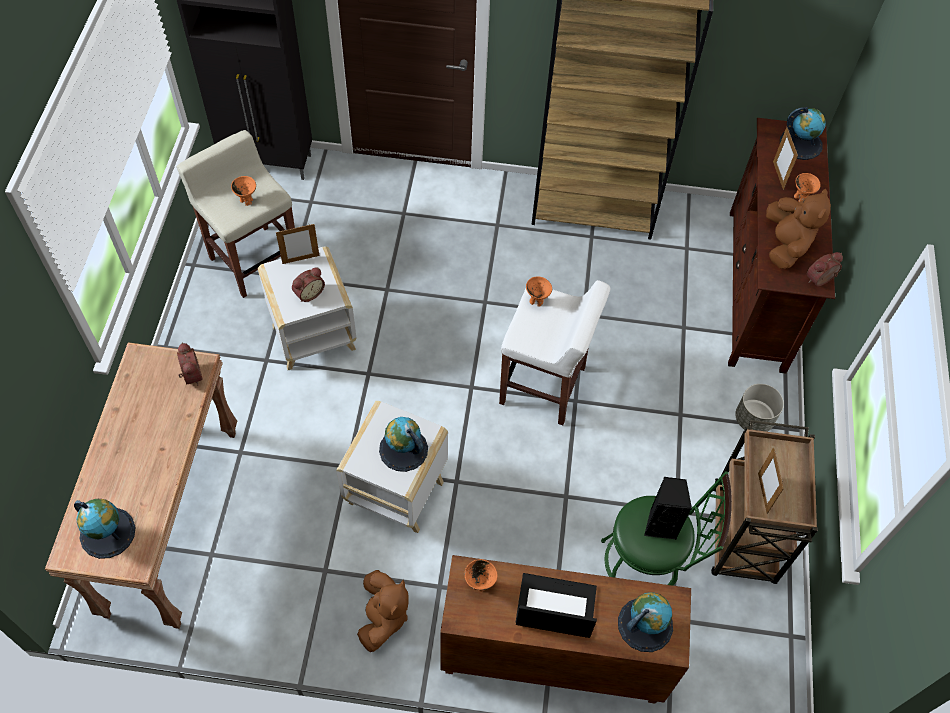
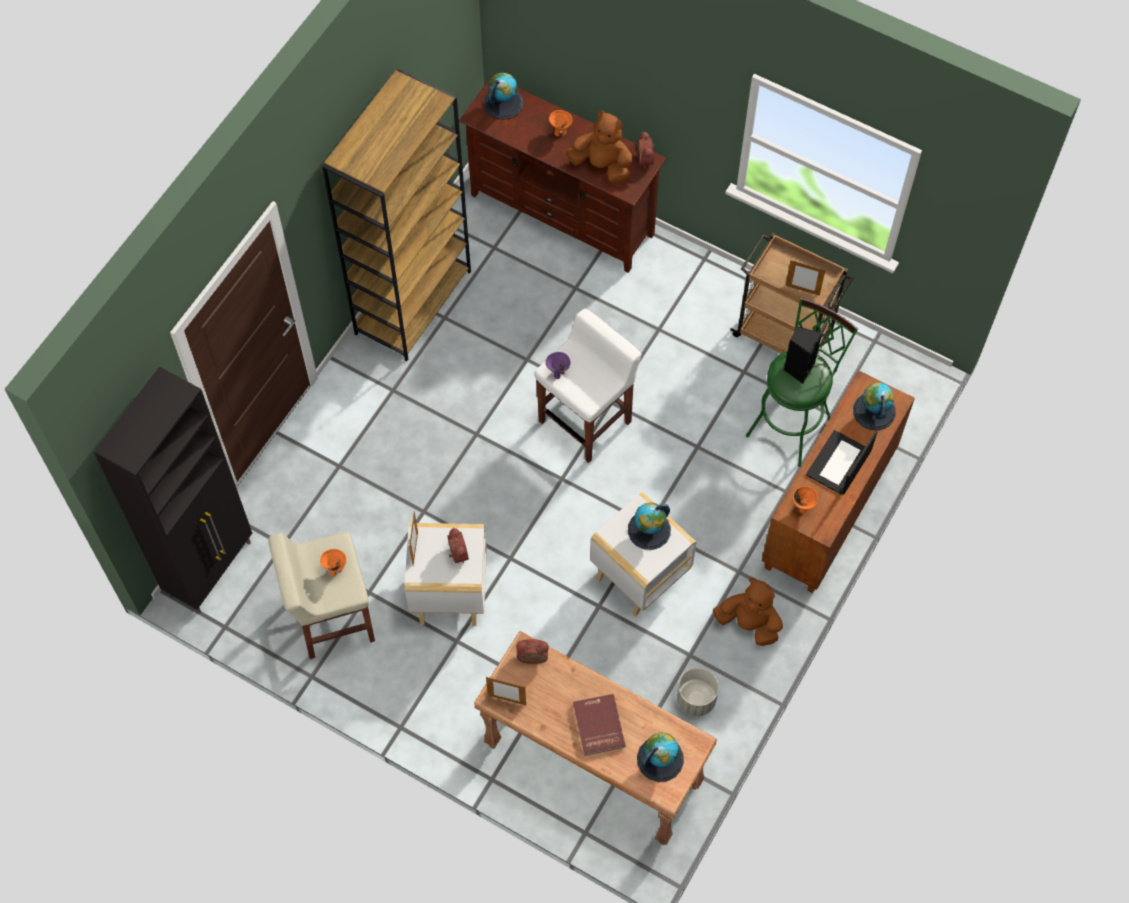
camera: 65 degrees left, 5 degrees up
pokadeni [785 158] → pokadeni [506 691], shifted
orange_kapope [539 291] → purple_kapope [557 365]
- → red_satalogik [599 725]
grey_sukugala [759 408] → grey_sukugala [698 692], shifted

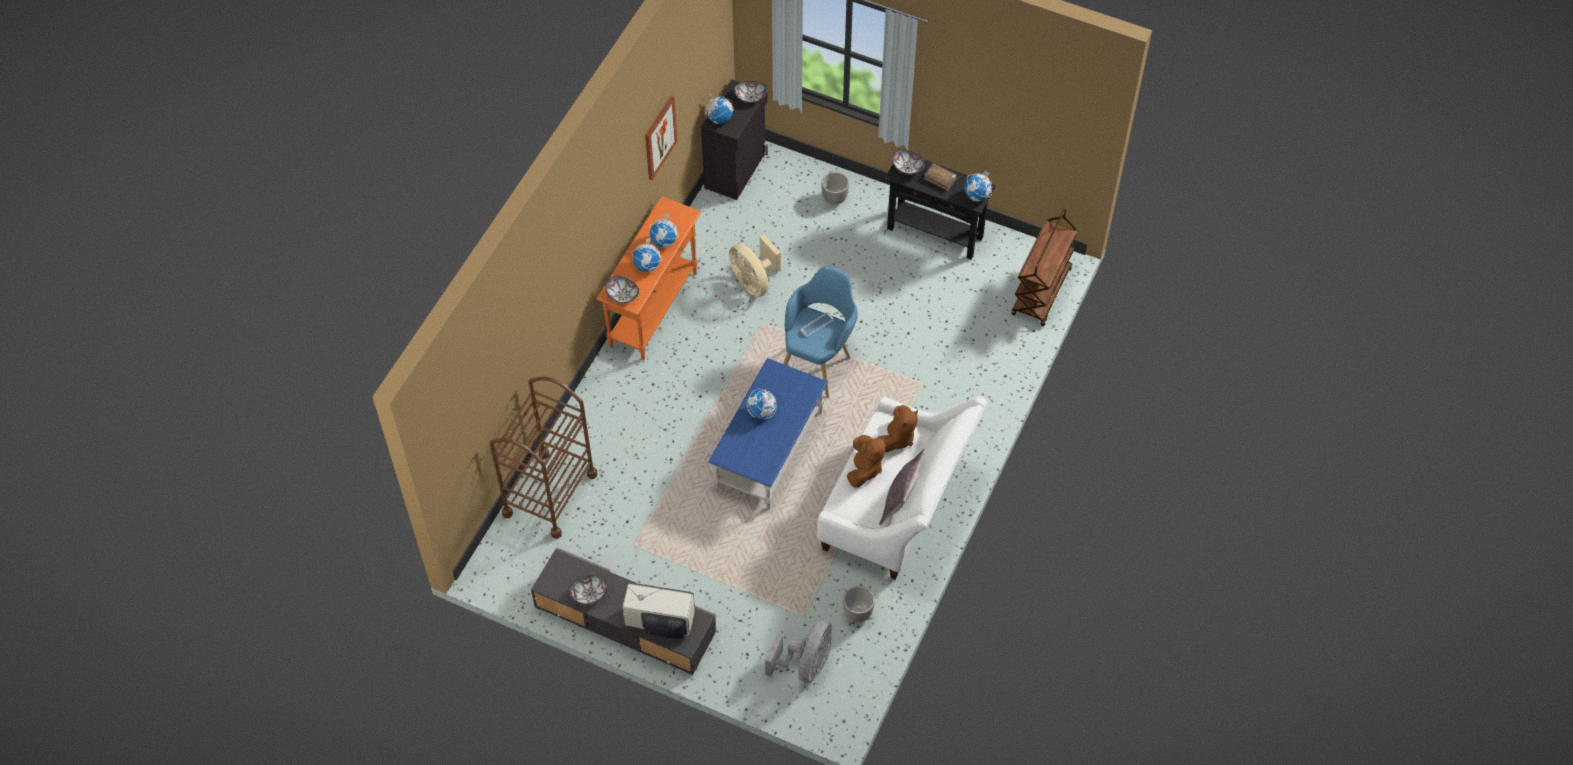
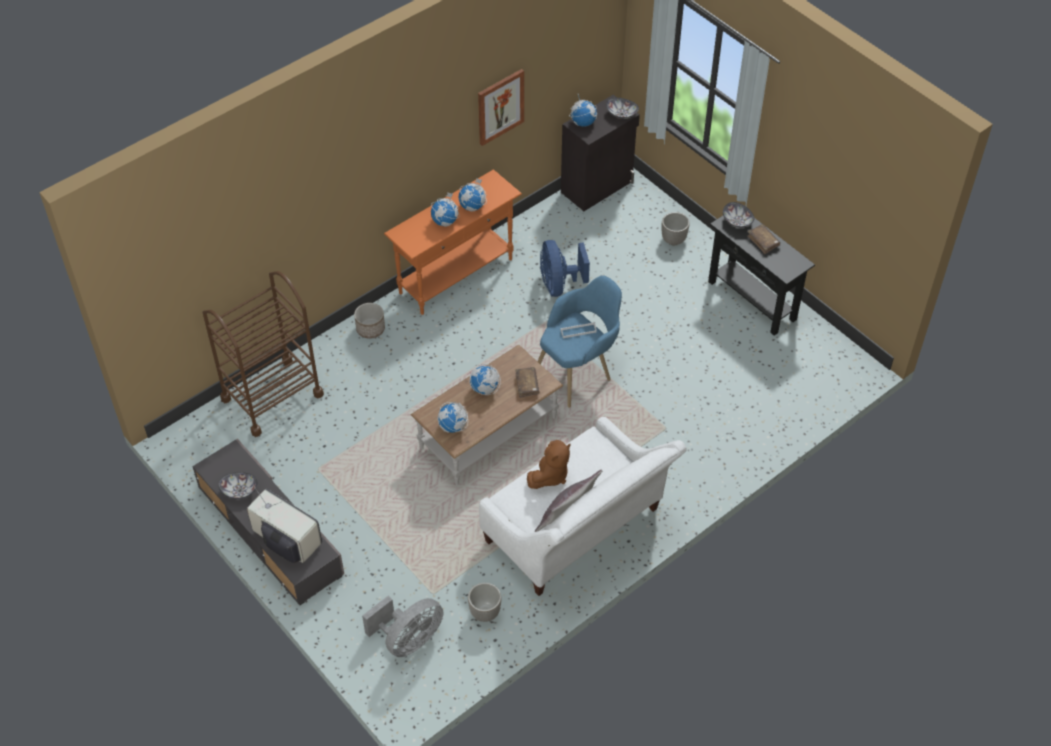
camera: 25 degrees right, 5 degrees down
- → sukugala [369 321]
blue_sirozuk [768 433] → brown_sirozuk [487 415]
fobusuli [978 186] → fobusuli [452 417], shifted
- → brown_satalogik [527 382]
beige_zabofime [755 266] → blue_zabofime [565 268]
kapope [622 289] → -
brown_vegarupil [898 429] → -
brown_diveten [1045 267] → -

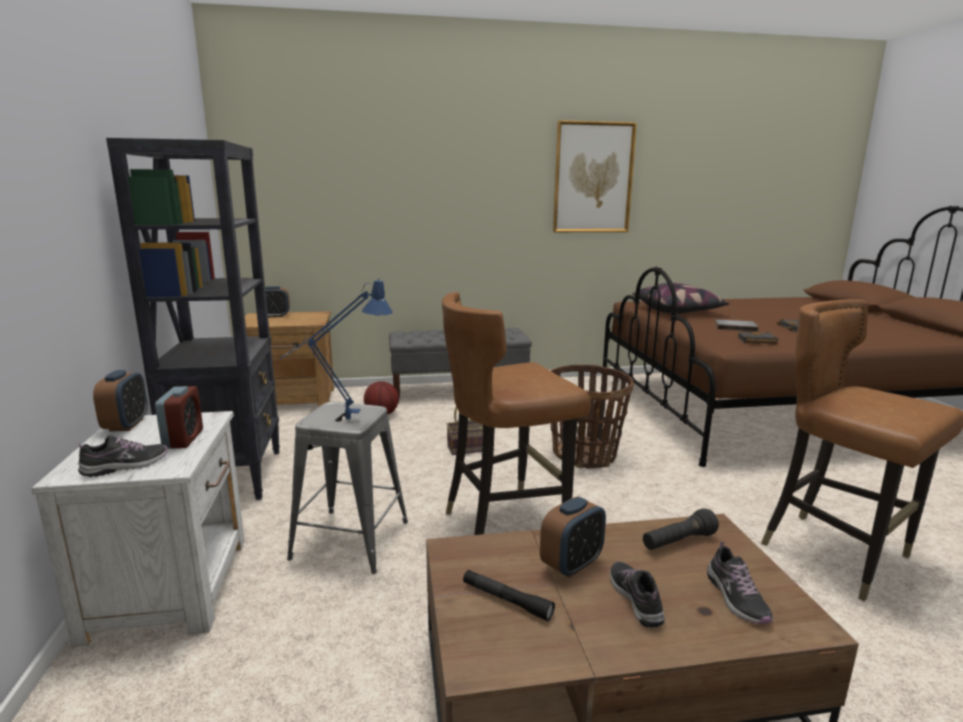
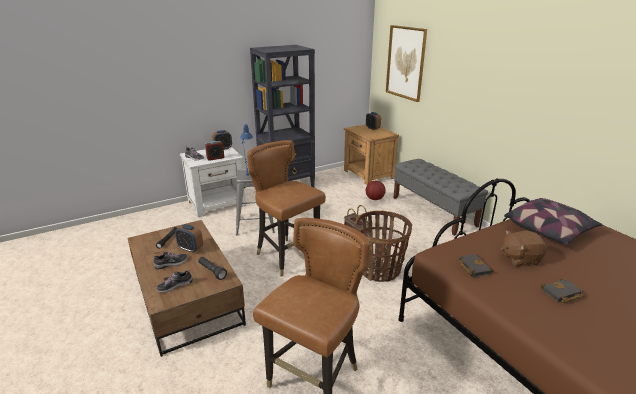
camera: 70 degrees right, 10 degrees up
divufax [595 176] → divufax [406 63], shifted
grey_satalogik [737 325] → brown_vegarupil [524 248]

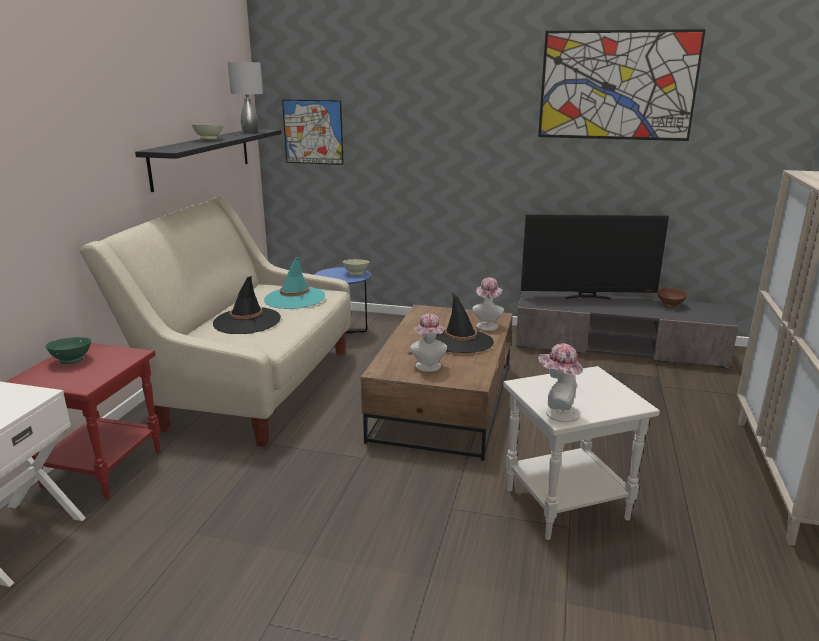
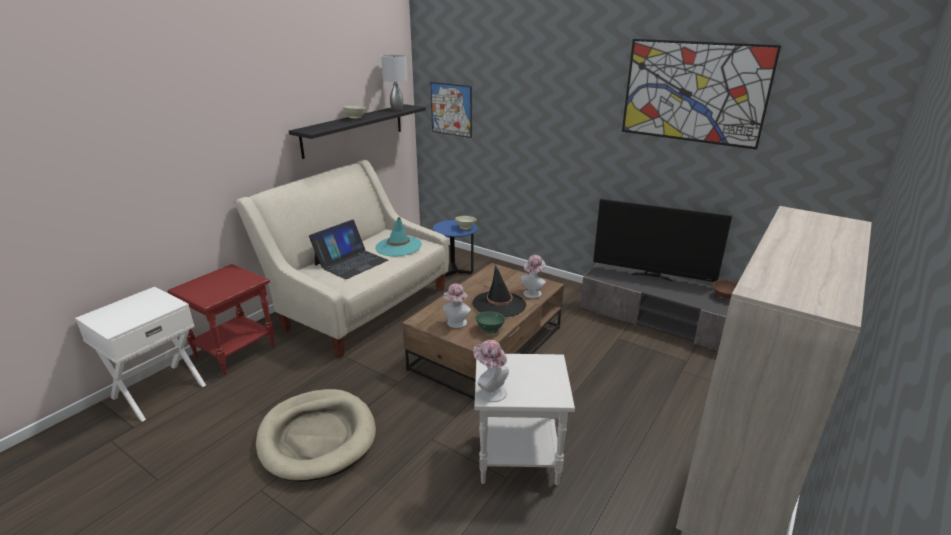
camera: 20 degrees right, 5 degrees up
- → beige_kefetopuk [316 435]
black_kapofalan [247 305] → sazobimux [348 249]
green_kapope [69 350] → green_kapope [490 322], shifted

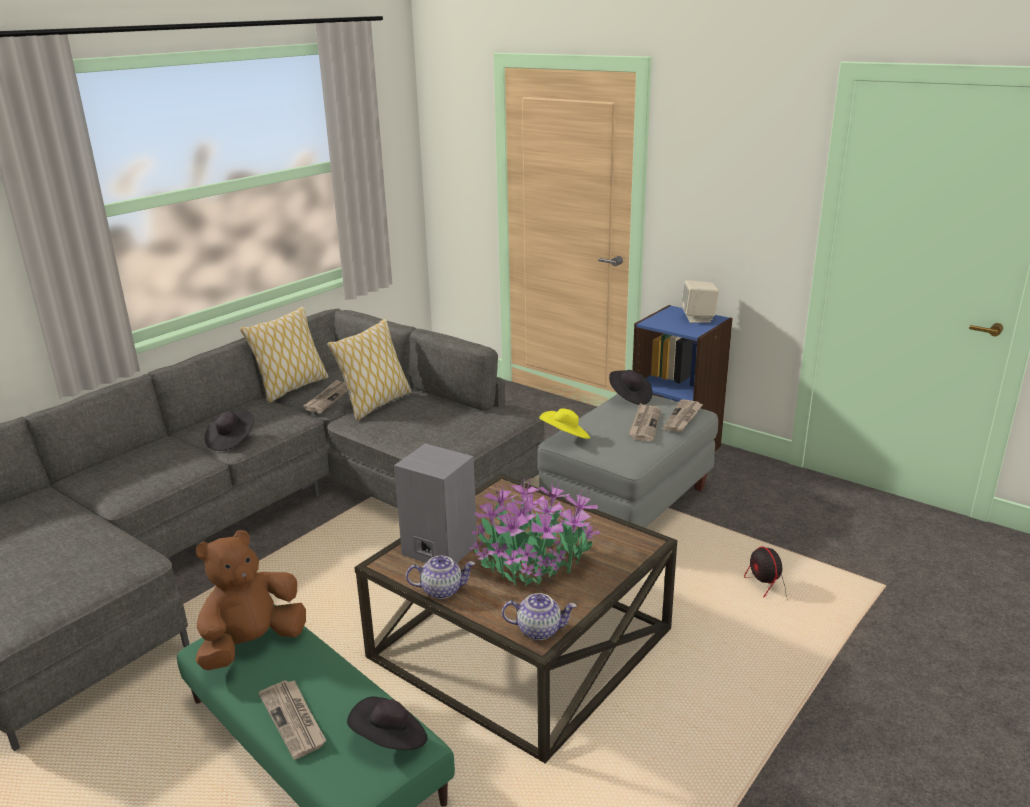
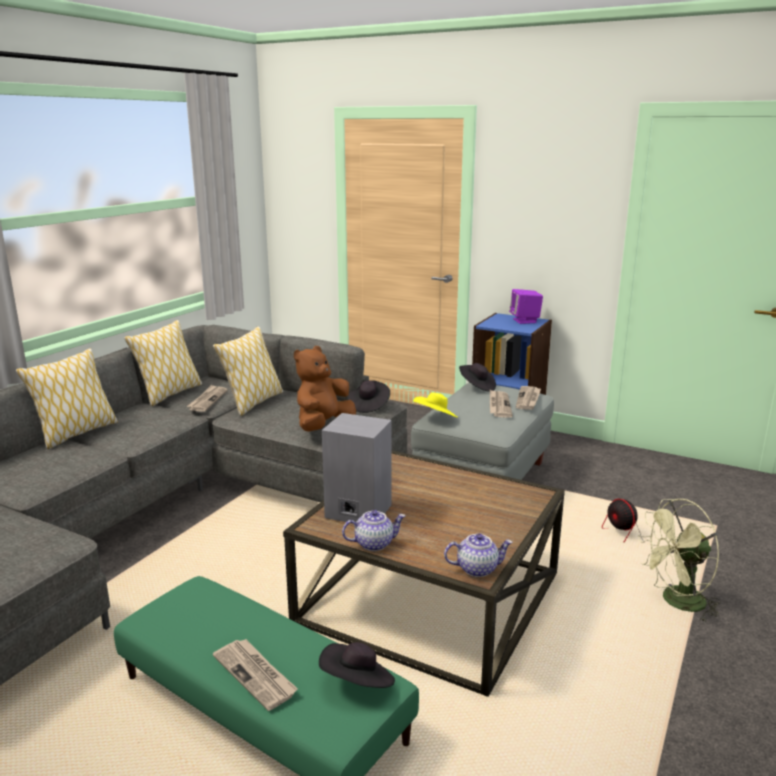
camera: 10 degrees left, 5 degrees down
- → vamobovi [67 398]
brown_vegarupil [250 600] → brown_vegarupil [325 389], shifted
black_kapofalan [229 430] → black_kapofalan [369 396], shifted
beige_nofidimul [700 301] → purple_nofidimul [526 306]
- → green_zabofime [679 560]
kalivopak [534 532] → -

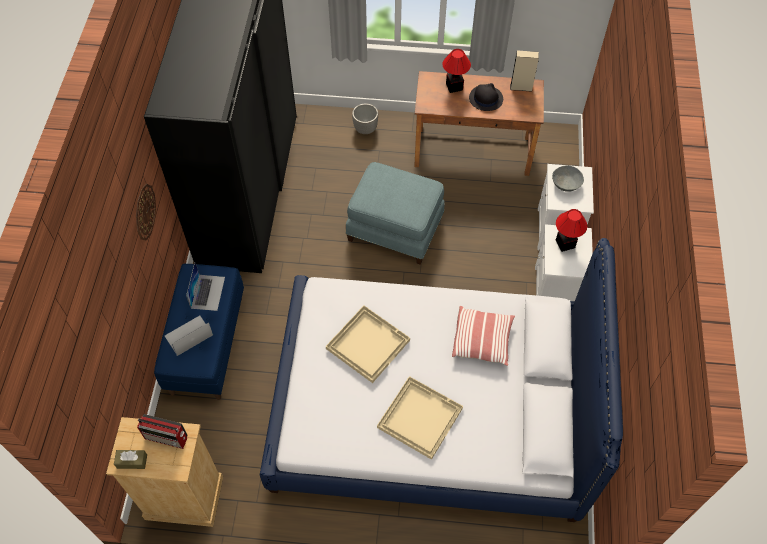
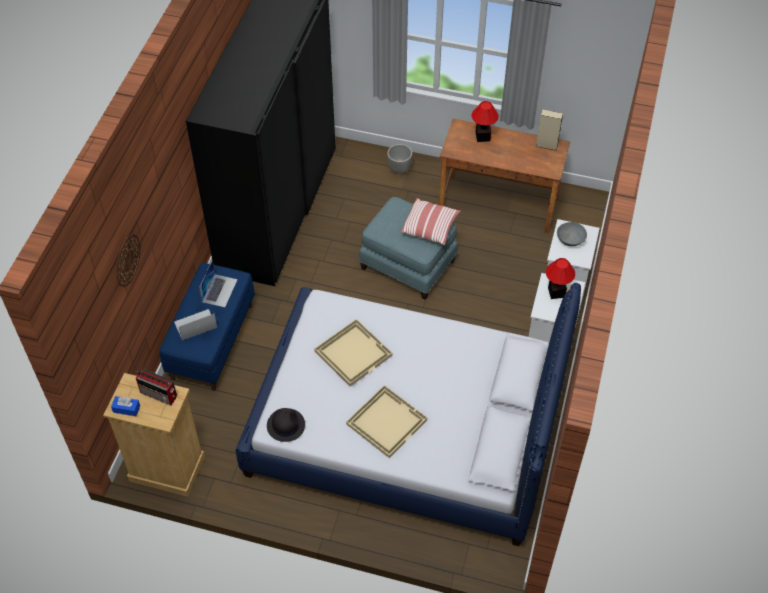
camera: 10 degrees right, 5 degrees down
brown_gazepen [130 459] → blue_gazepen [125 406]
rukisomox [146 212] → rukisomox [128 260], shifted
black_kapofalan [486 97] → black_kapofalan [286 425], shifted
vamobovi [483 336] → vamobovi [431 221], shifted

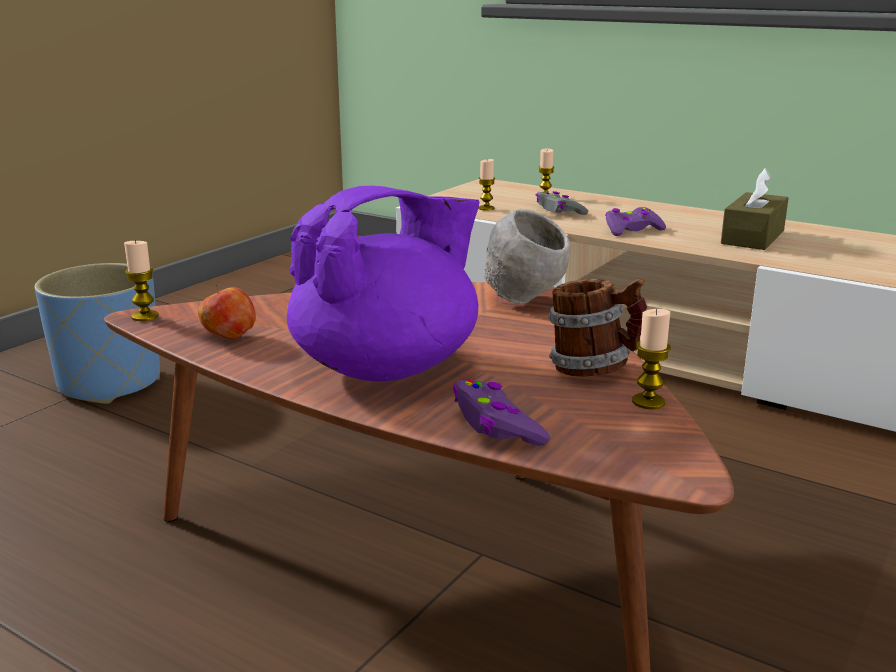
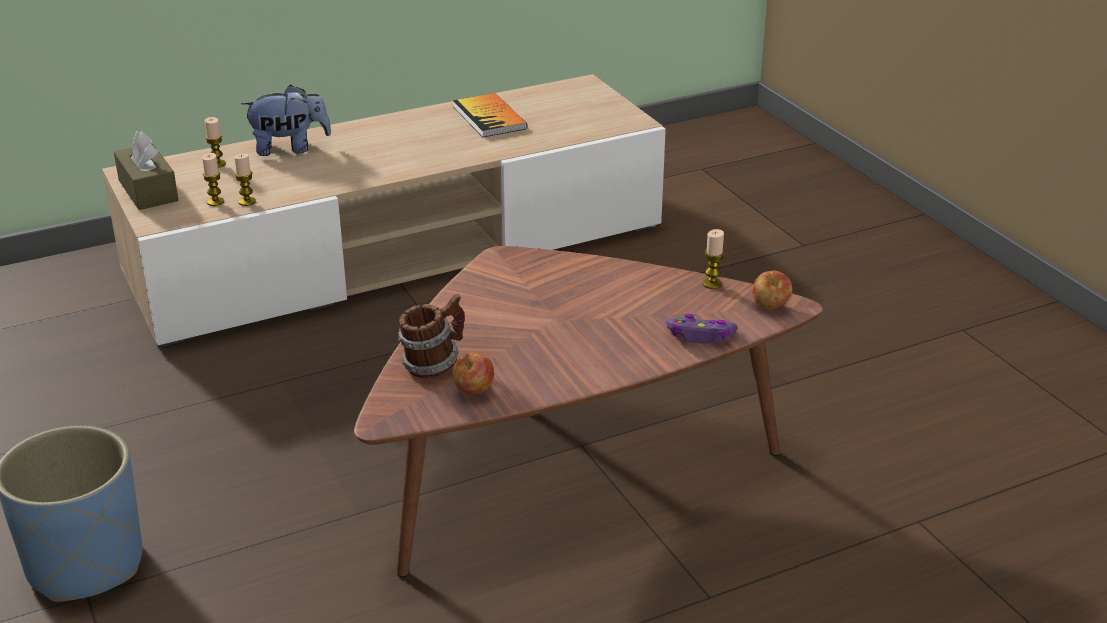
camera: 60 degrees left, 10 degrees up
brown_gazepen [754 209] → brown_gazepen [146 170], shifted
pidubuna [141 280] → pidubuna [245 180], shifted
- → vegarupil [286 120]
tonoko [597 327] → tonoko [431 336], shifted
- → satalogik [490 115]
- → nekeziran [772 290]
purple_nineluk [383 283] → -
grey_kapope [527 256] → -
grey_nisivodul [562 203] → -
purple_nisivodul [635 221] → -

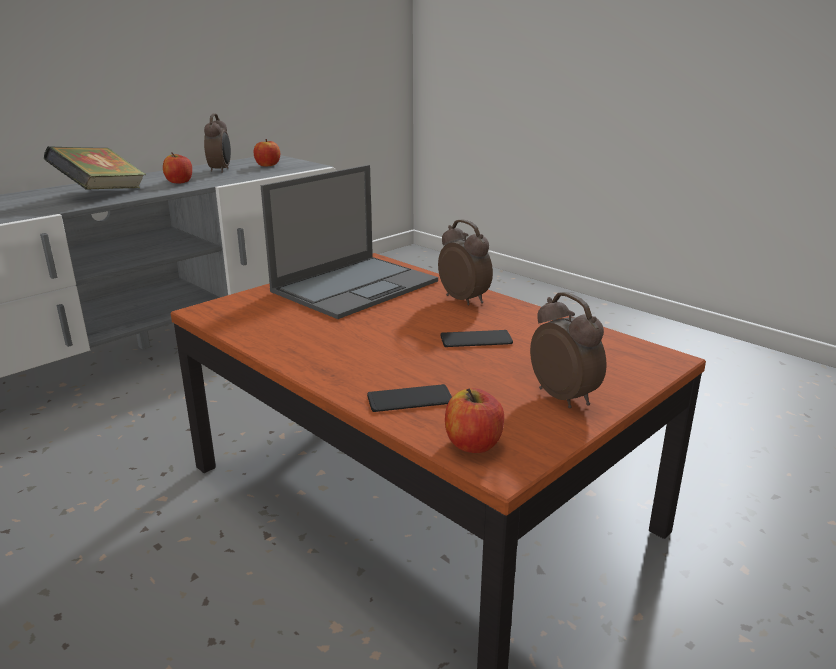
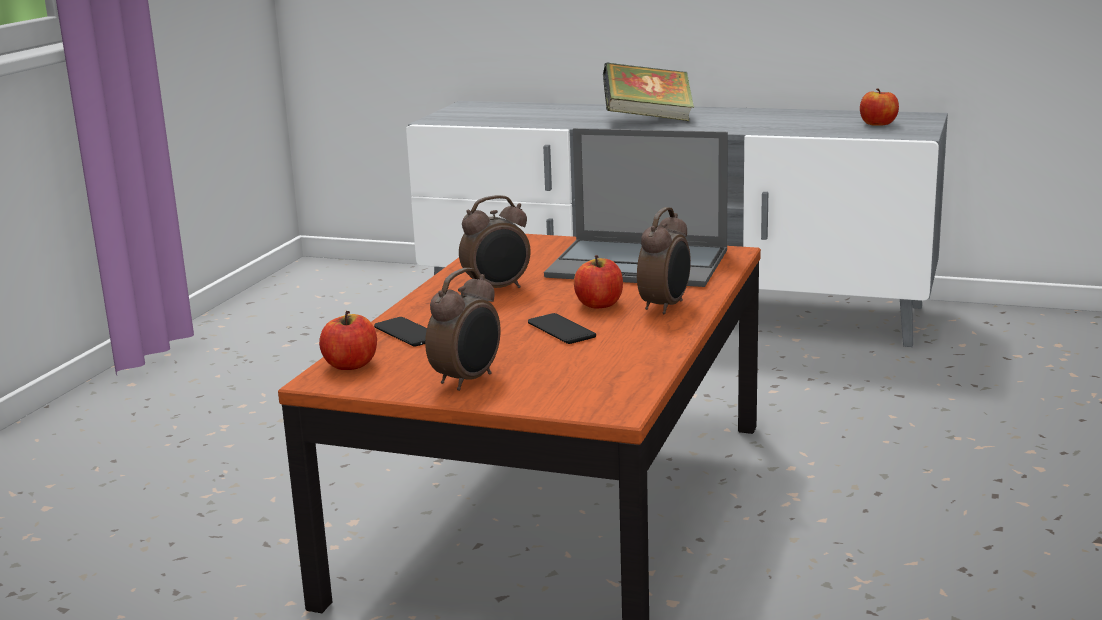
camera: 65 degrees right, 5 degrees down
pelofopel [217 143] → pelofopel [495 241], shifted
nekeziran [177 167] → nekeziran [598 282], shifted

